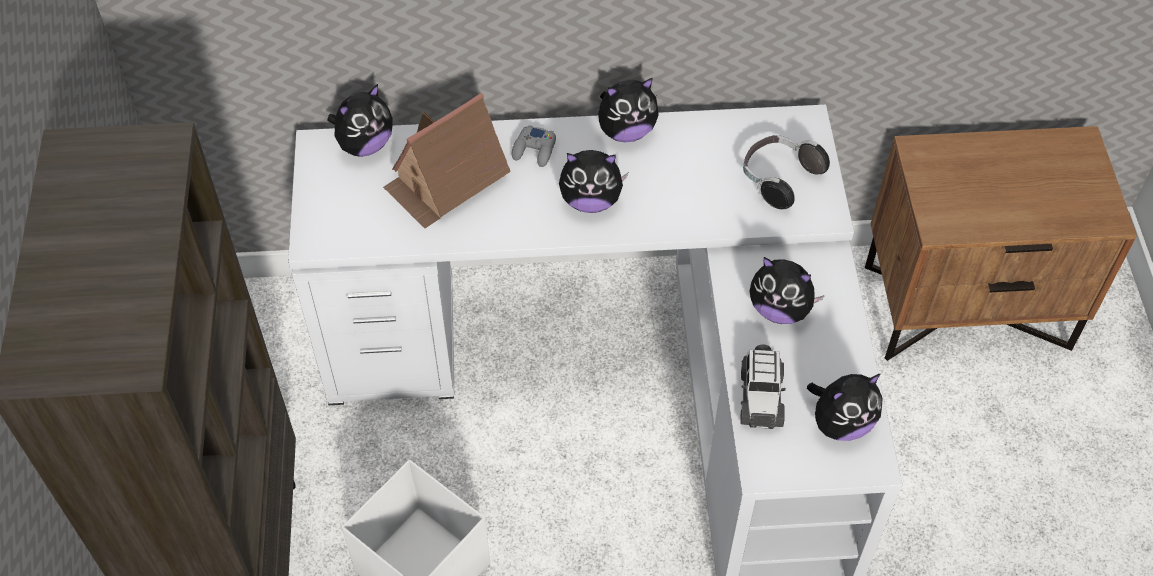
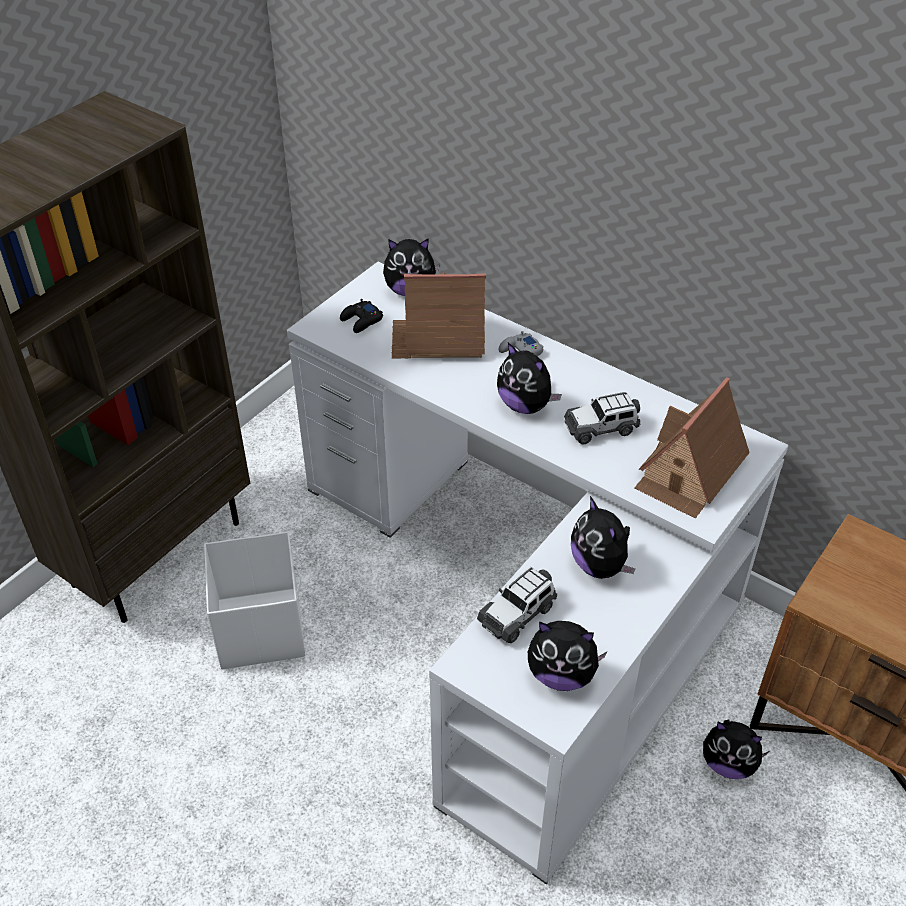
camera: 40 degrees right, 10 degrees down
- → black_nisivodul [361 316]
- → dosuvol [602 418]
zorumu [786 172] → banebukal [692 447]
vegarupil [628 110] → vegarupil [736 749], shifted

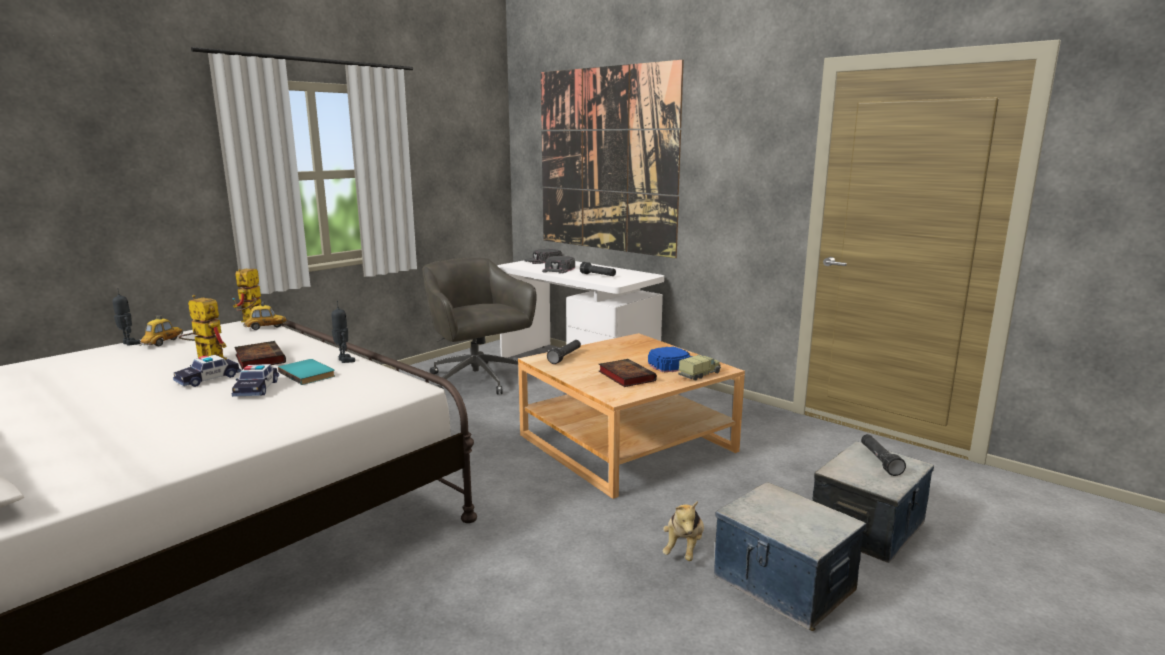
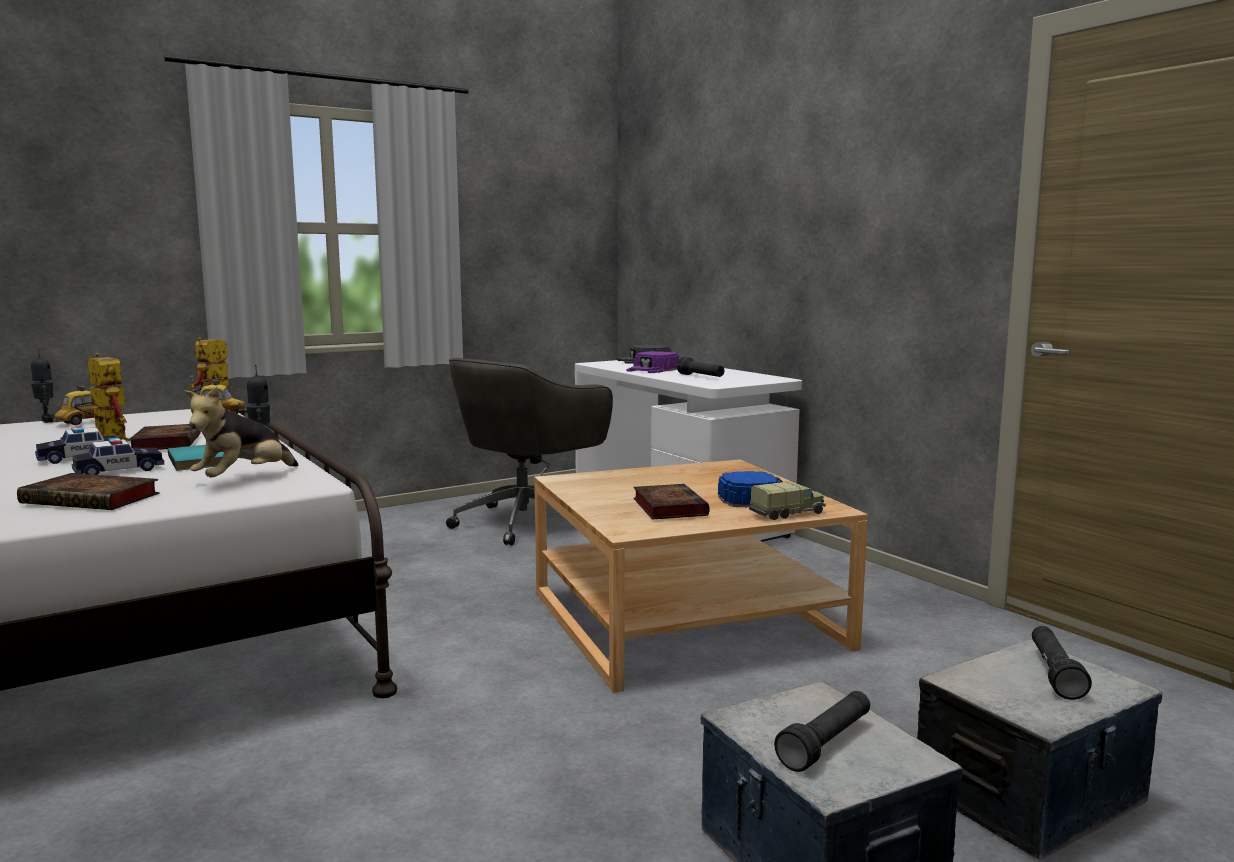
camera: 15 degrees right, 5 degrees down
- → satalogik [88 491]
dosuvol [255 380] → dosuvol [118 456], 135 degrees counterclockwise
vegarupil [683 531] → vegarupil [241 432], shifted
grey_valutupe [480 326] → grey_valutupe [529 451], 120 degrees counterclockwise
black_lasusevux [558 265] → purple_lasusevux [653 362]
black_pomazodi [564 352] → black_pomazodi [822 731], shifted
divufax [612 159] → -

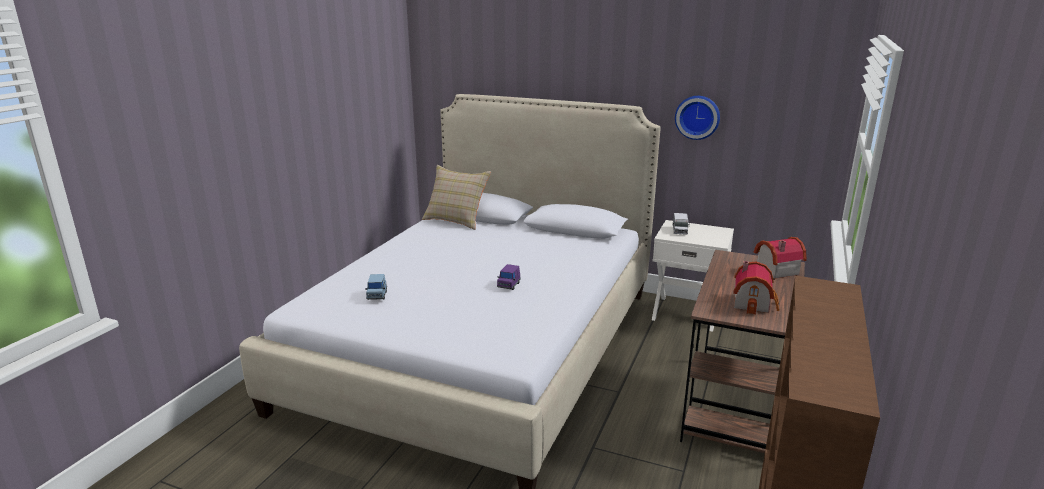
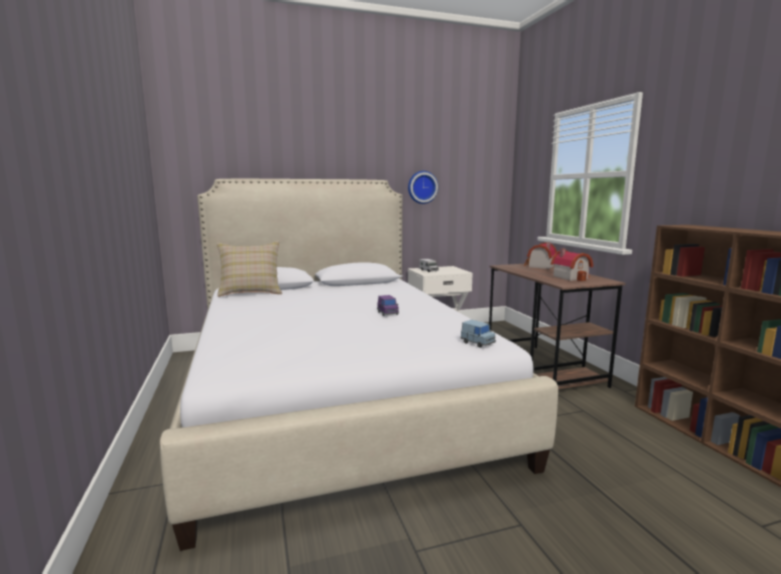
camera: 40 degrees left, 10 degrees down
blue_dosuvol [376 287] → blue_dosuvol [478 334], shifted

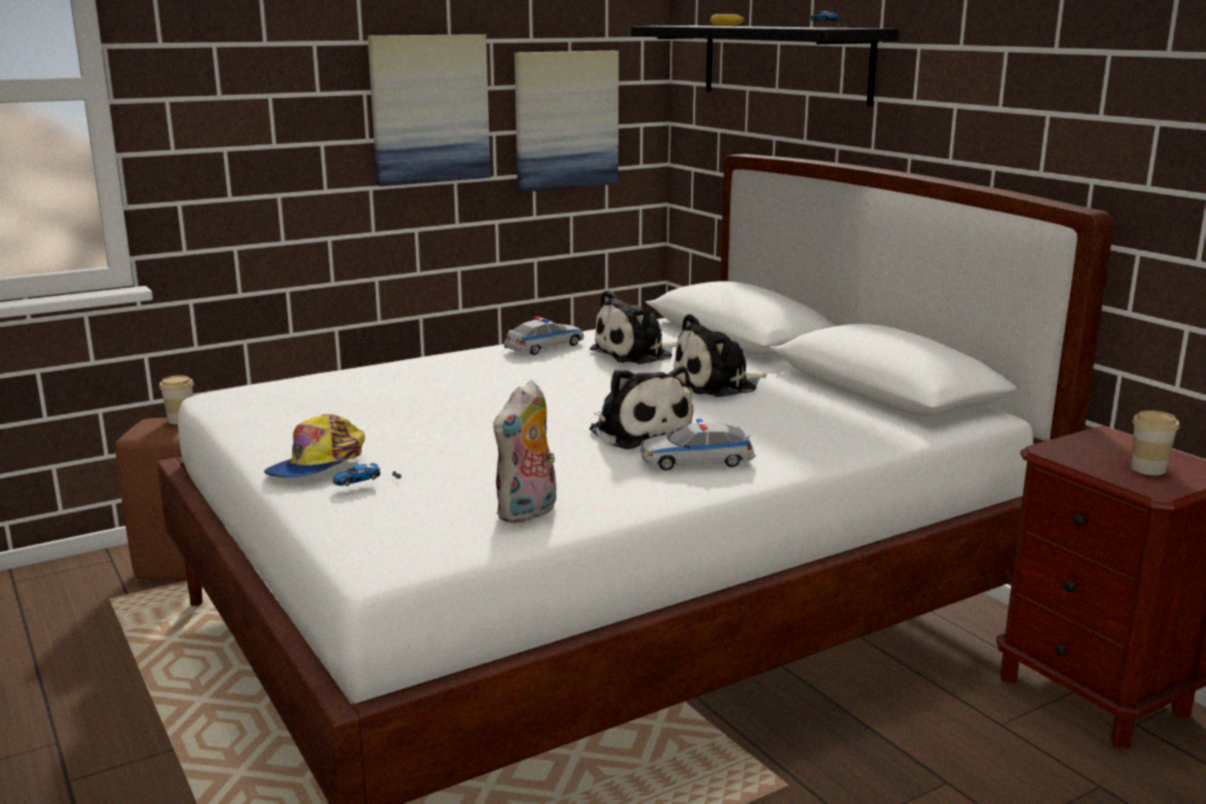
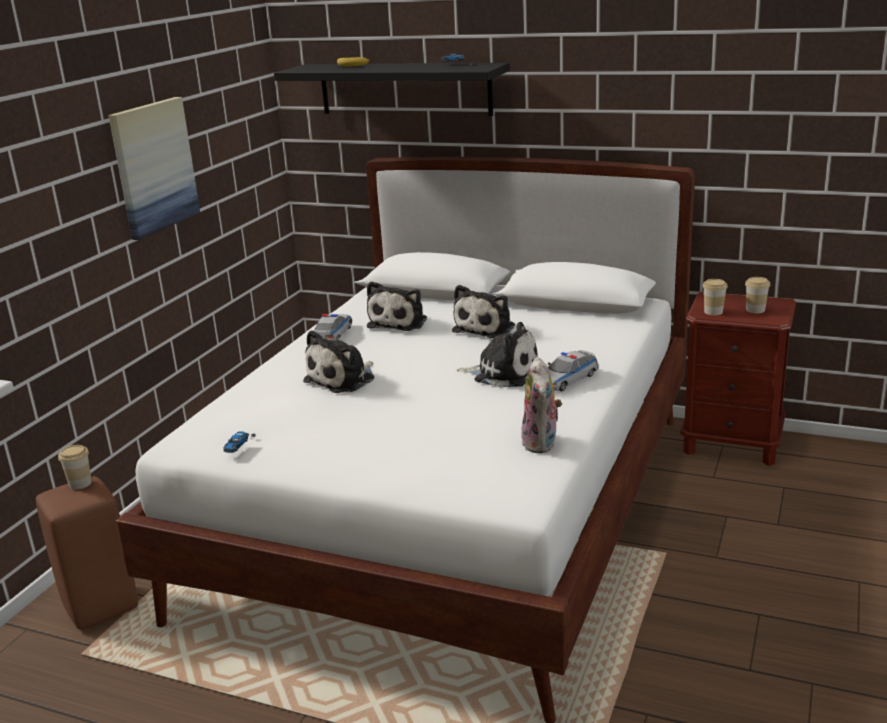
camera: 35 degrees left, 5 degrees up
dosuvol [367 474] → dosuvol [240 442], shifted
- → vegarupil [338 361]
- → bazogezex [715 297]
lasusevux [314 446] → -
divufax [566 121] → -

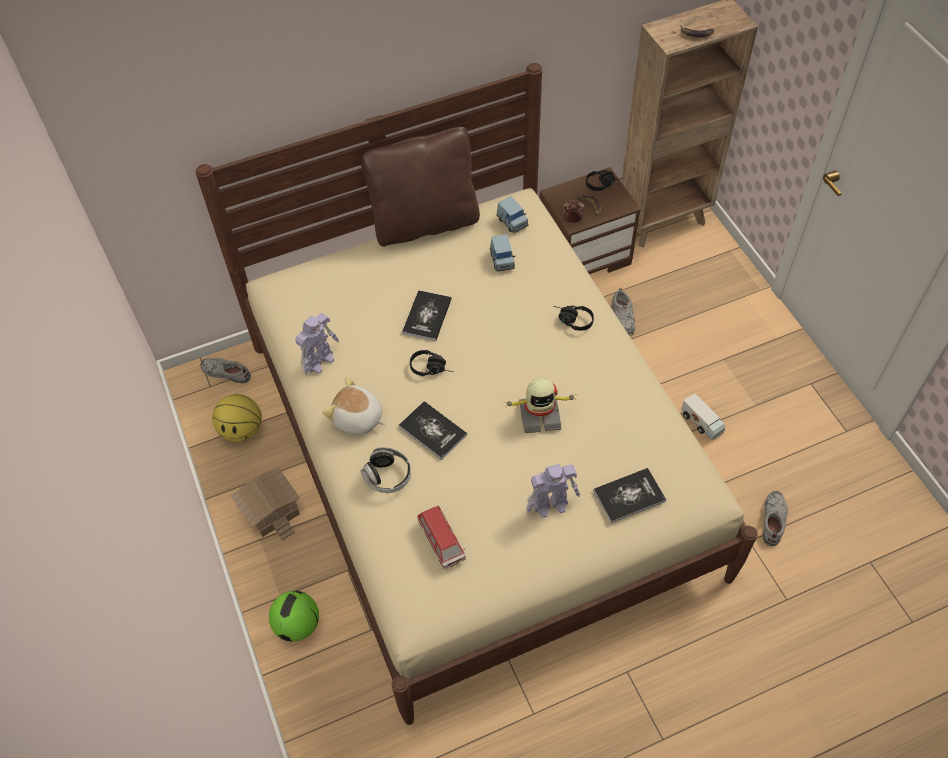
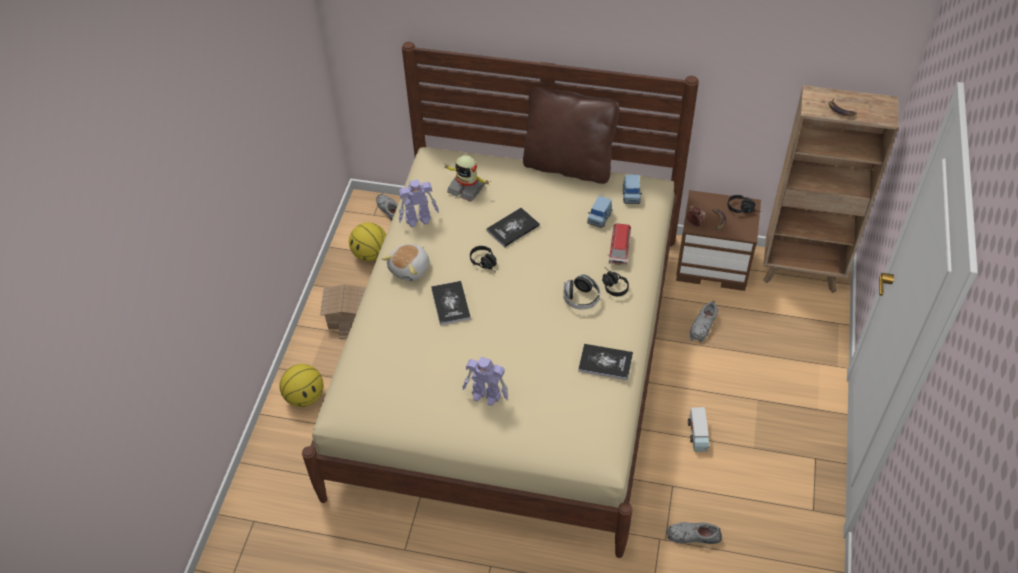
camera: 35 degrees right, 5 degrees down
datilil [294 616] → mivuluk [301 385]
vegarupil [354 405] → vegarupil [405 262], 120 degrees counterclockwise
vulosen [541 405] → vulosen [467 178], shifted
zorumu [386 470] → zorumu [581 291], shifted
satalogik [629 495] → satalogik [605 362], shifted
dosuvol [442 538] → dosuvol [619 244], shifted
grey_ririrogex [775 518] → grey_ririrogex [693 533], 135 degrees counterclockwise

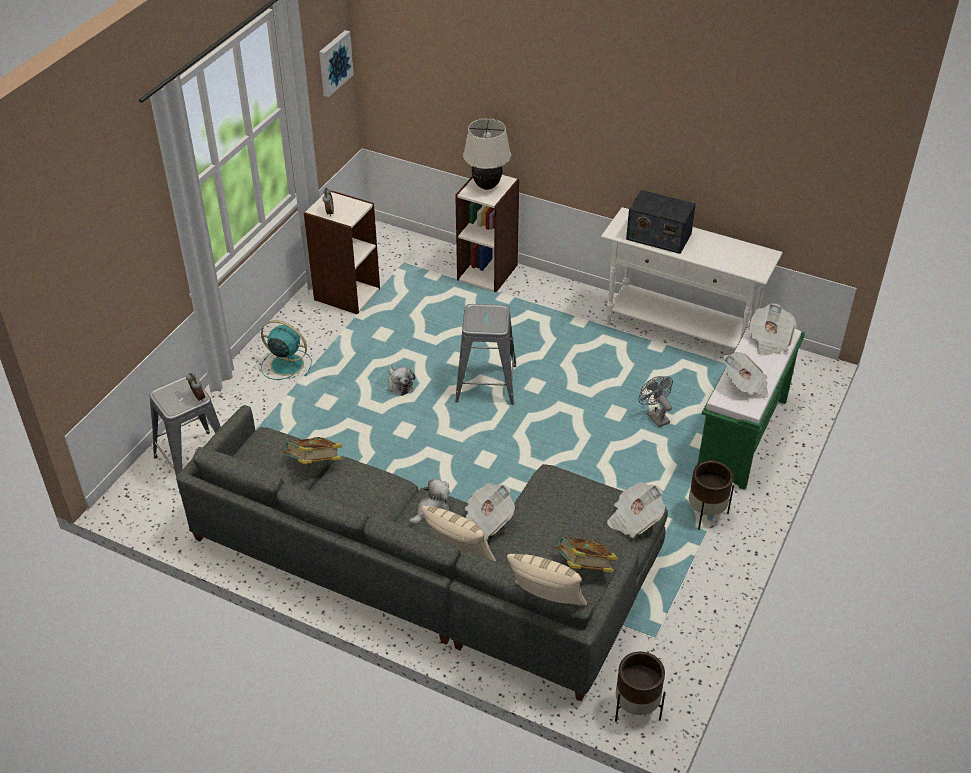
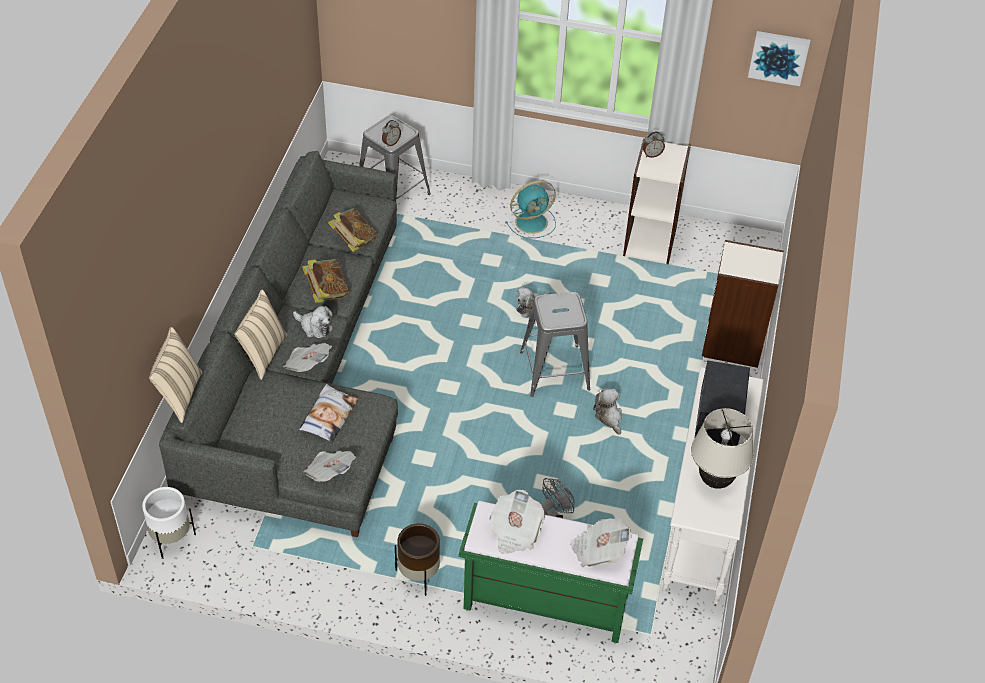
camera: 75 degrees right, 5 degrees up
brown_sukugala [640 687] → white_sukugala [169 523]
- → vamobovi [328 413]
satalogik [586 554] → satalogik [326 281], shifted
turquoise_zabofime [286 350] → turquoise_zabofime [530 209], 60 degrees clockwise
- → vegarupil [607 412]
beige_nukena [487 154] → beige_nukena [722 448], shifted

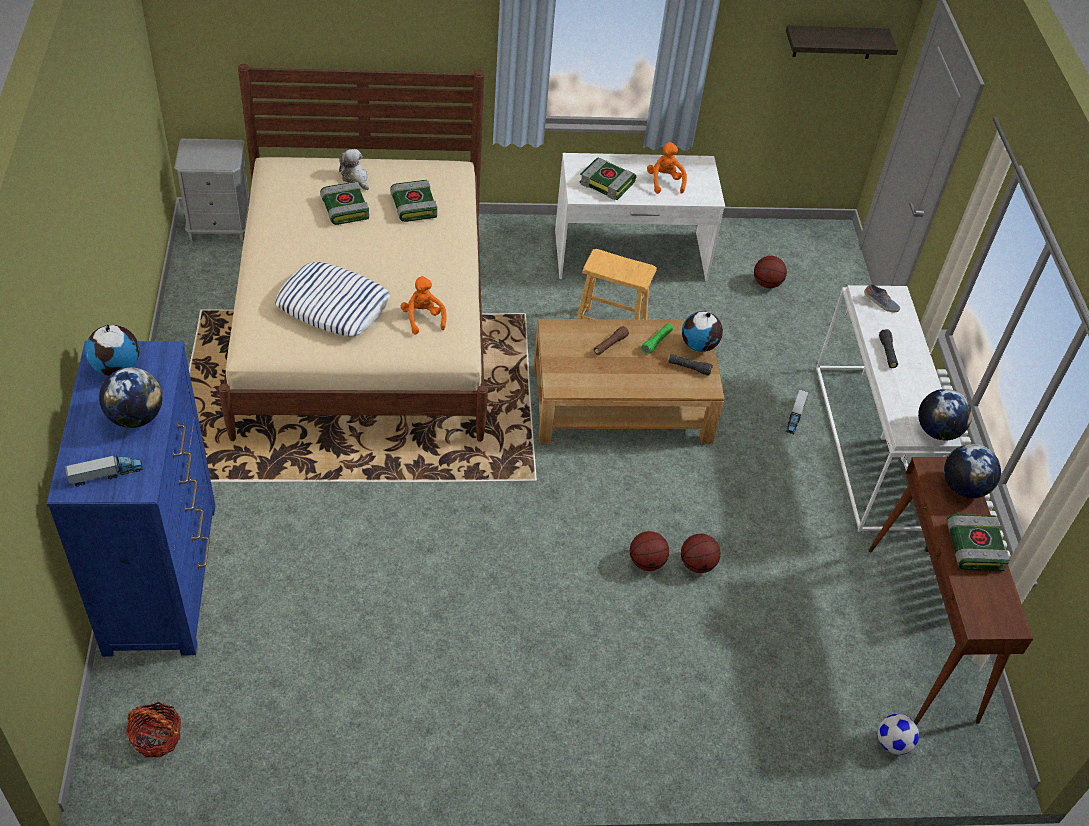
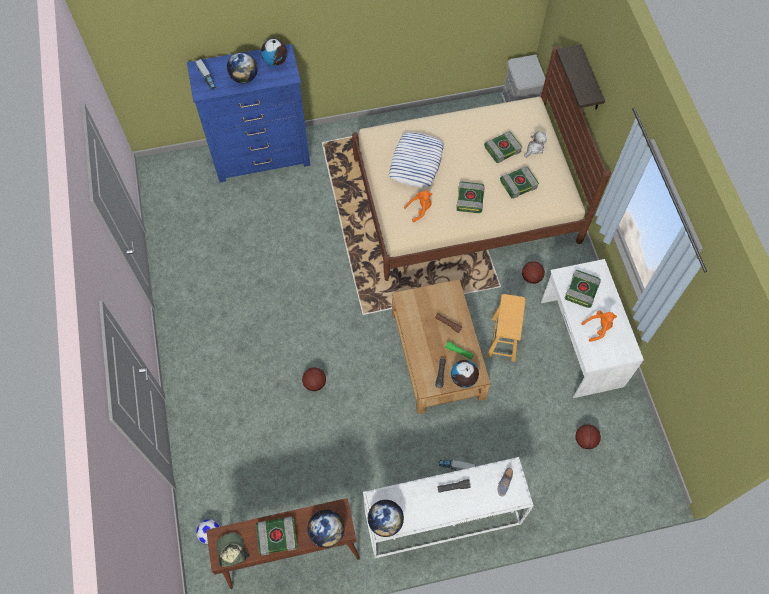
camera: 85 degrees right, 15 degrees up
- → lasusevux [233 550]
- → satalogik [470 197]
mivuluk [700 553] → mivuluk [533 272], shifted
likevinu [842 42] → likevinu [580 77], shifted
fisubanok [153 730] → -

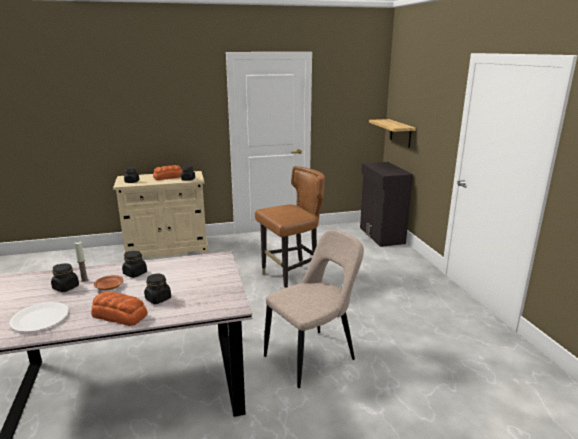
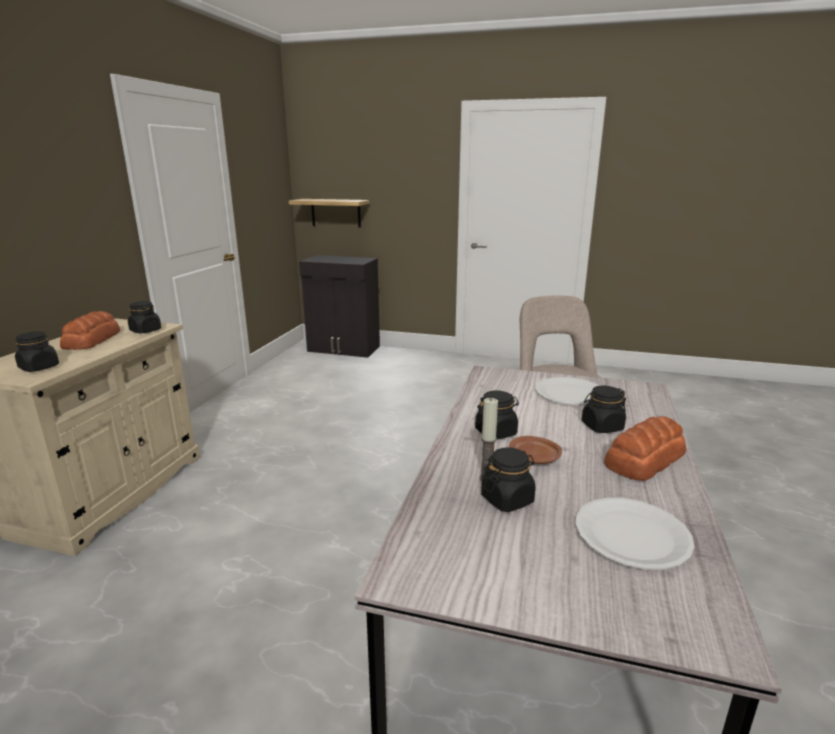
camera: 60 degrees left, 0 degrees up
- → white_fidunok [567 391]
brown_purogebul [290 227] → -

